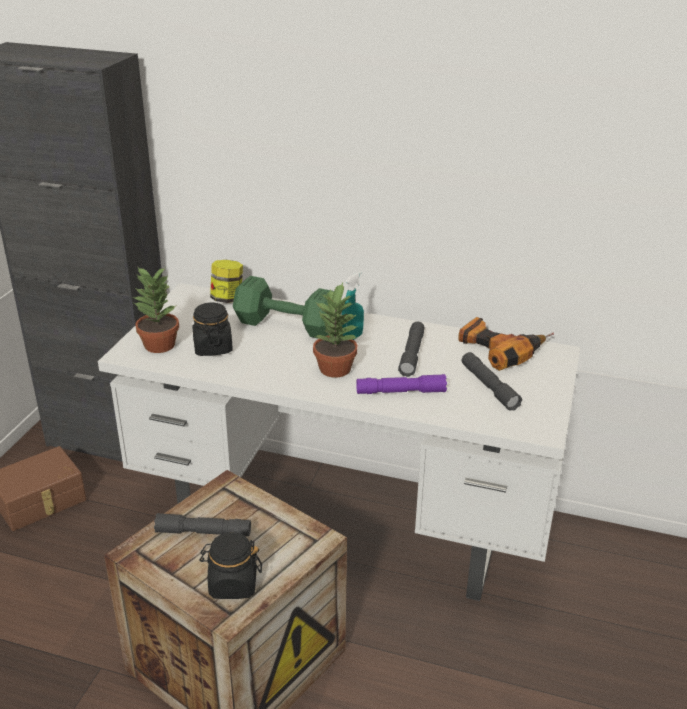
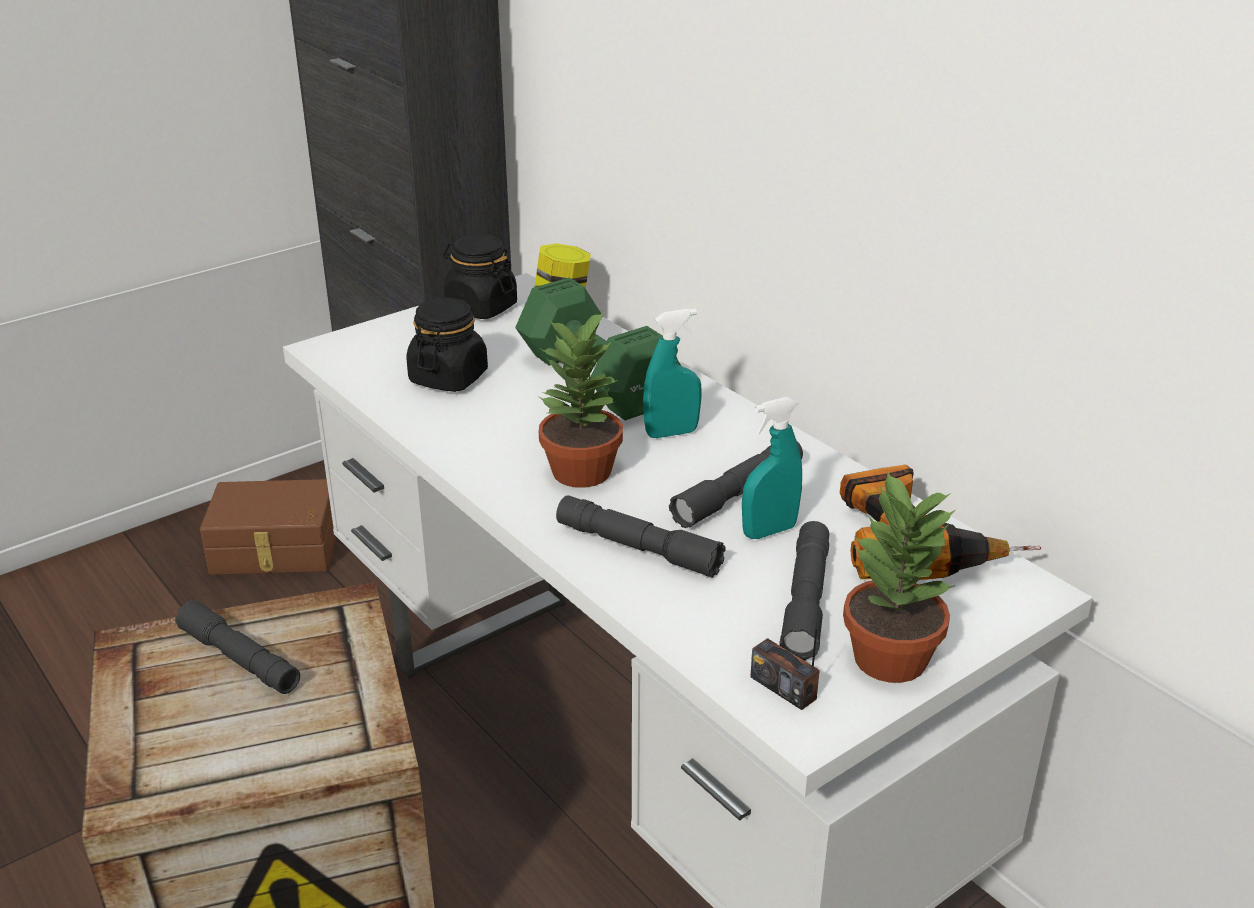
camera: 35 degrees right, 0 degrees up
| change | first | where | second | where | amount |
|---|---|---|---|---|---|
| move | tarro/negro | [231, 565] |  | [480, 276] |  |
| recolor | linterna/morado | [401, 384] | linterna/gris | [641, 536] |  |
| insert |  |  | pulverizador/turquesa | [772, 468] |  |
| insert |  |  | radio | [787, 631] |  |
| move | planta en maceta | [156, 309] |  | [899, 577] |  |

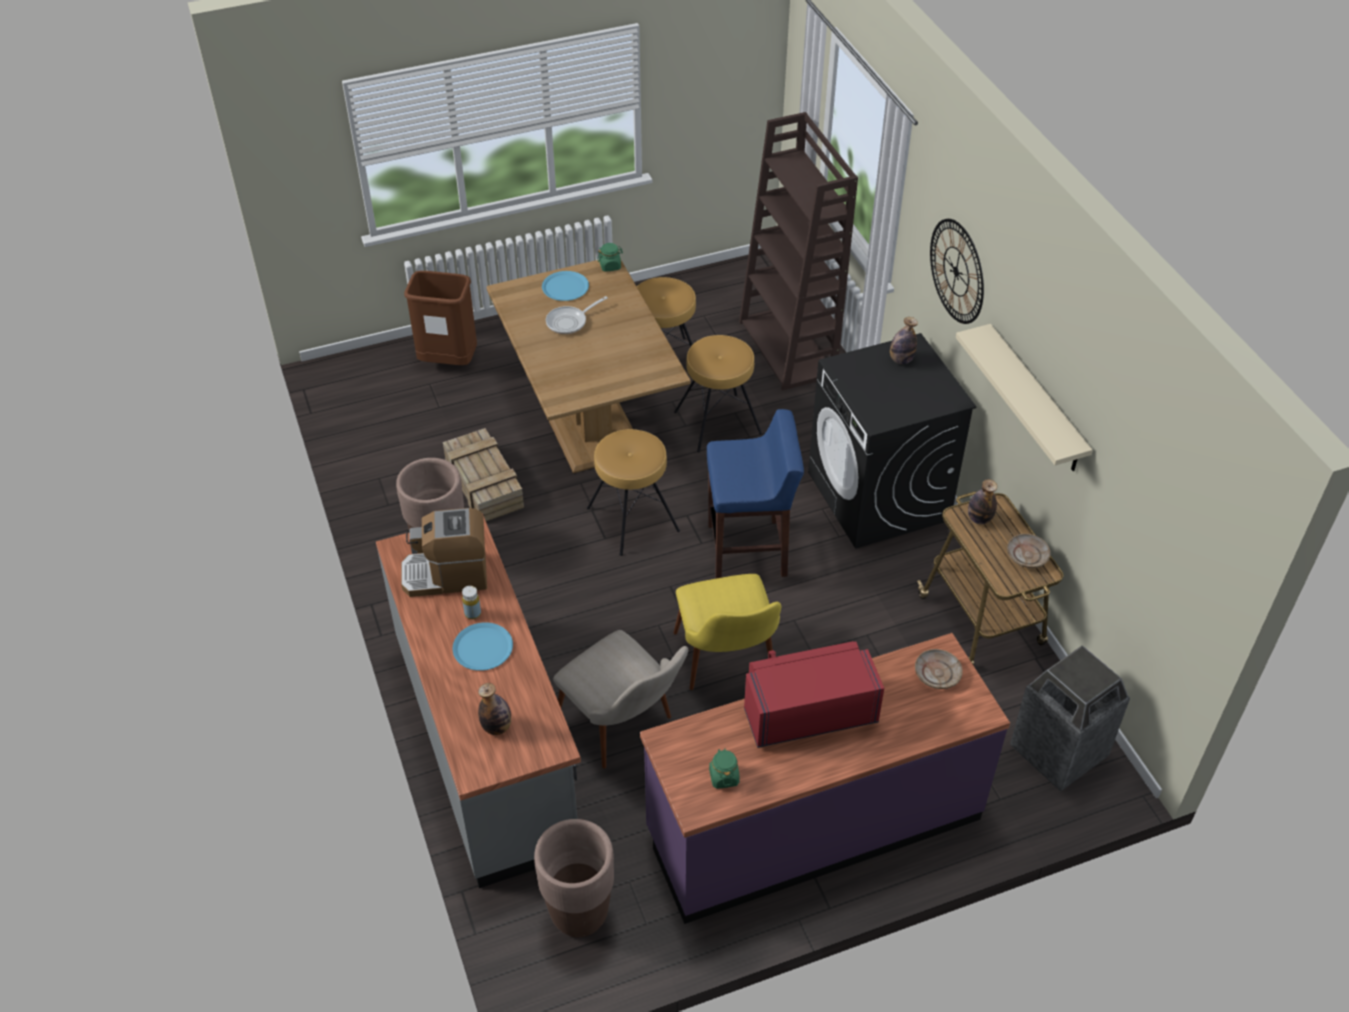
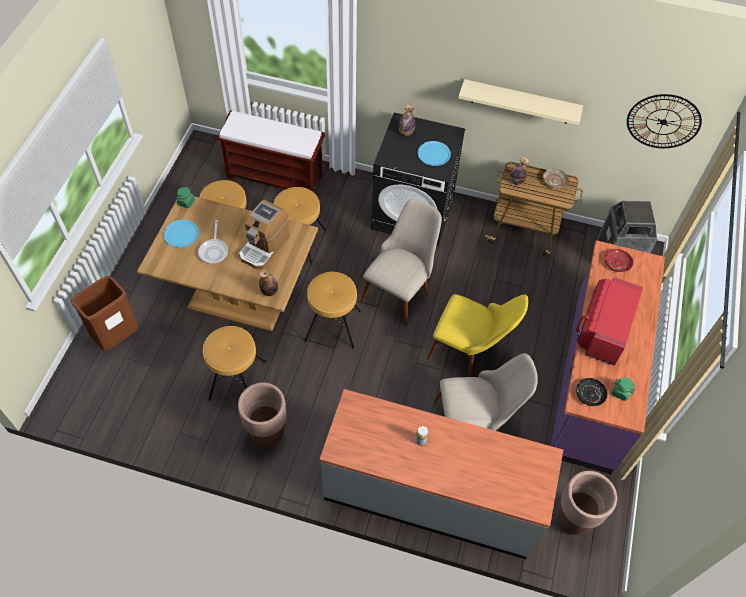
camera: 55 degrees left, 10 degrees up
| change | first | where | second | where | amount |
|---|---|---|---|---|---|
| replace | caja de embalaje | [483, 474] | taburete/marrón | [234, 363] |  |
| replace | estantería/marrón | [798, 251] | banco/marrón | [270, 151] |  |
| move | cafetera | [444, 552] |  | [264, 234] |  |
| move | botella | [494, 709] |  | [268, 282] |  |
| replace | taburete/azul | [755, 494] | silla/beis | [401, 262] |  |
| move | plato/azul | [483, 646] |  | [434, 153] |  |
| insert |  |  | plato/negro | [591, 392] |  |
| recolor | plato/beis | [939, 669] | plato/rojo | [619, 260] |  |
| move | reloj de pared | [957, 271] |  | [664, 121] |  |

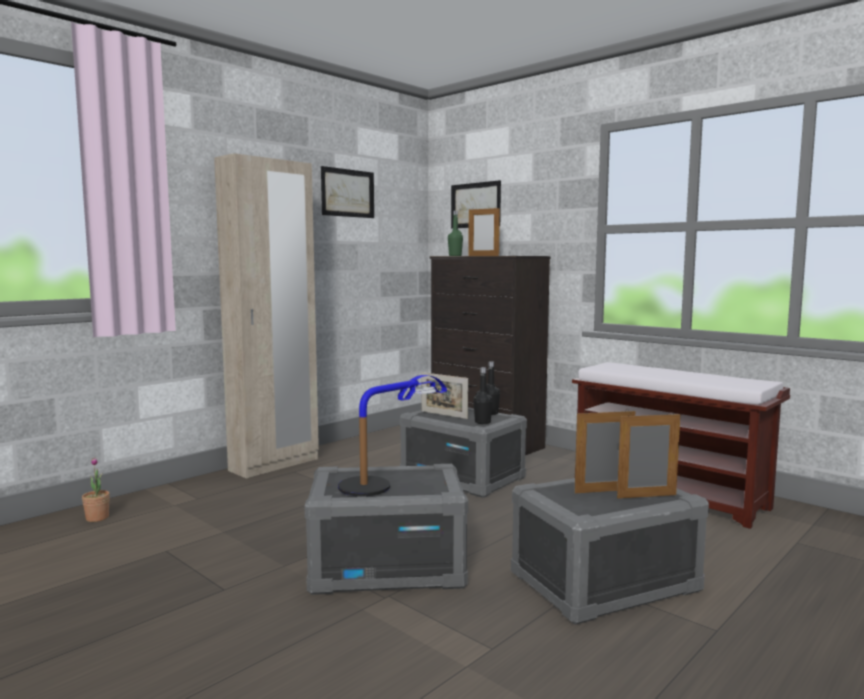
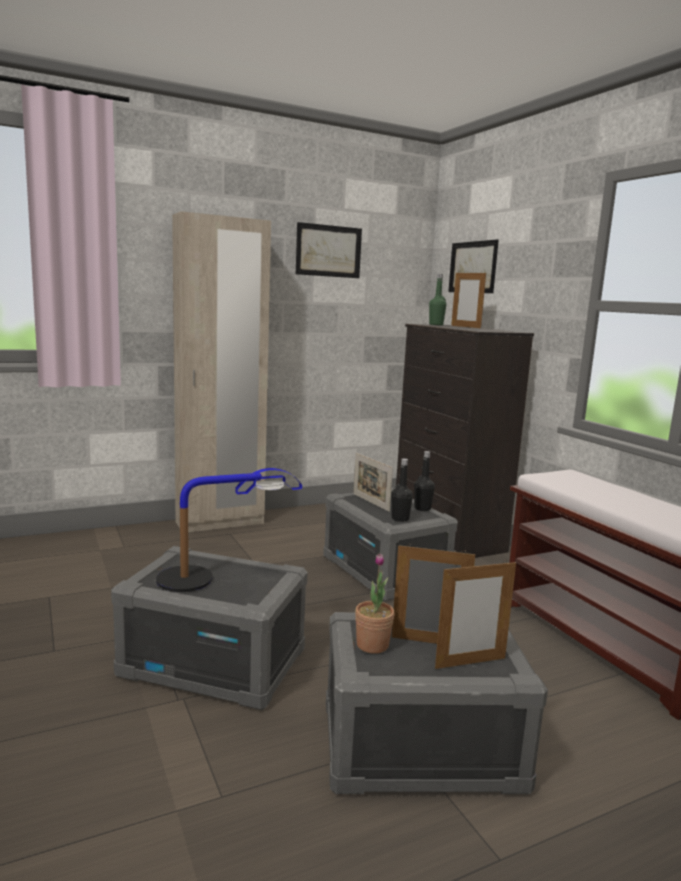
camera: 20 degrees right, 5 degrees up
| change | first | where | second | where | amount |
|---|---|---|---|---|---|
| move | planta en maceta | [96, 490] |  | [375, 603] |  |
| rotate | portarretratos | [648, 456] |  | [475, 614] | 150 degrees clockwise |

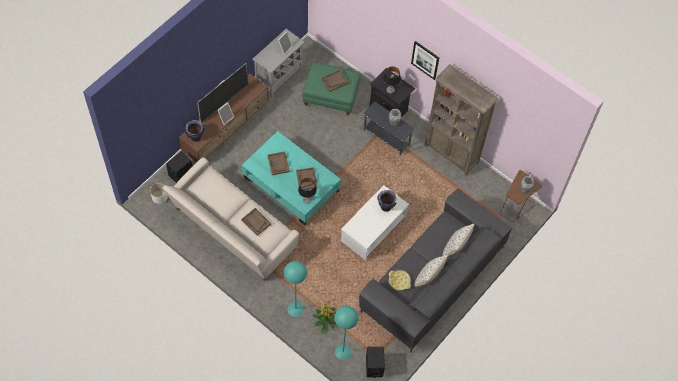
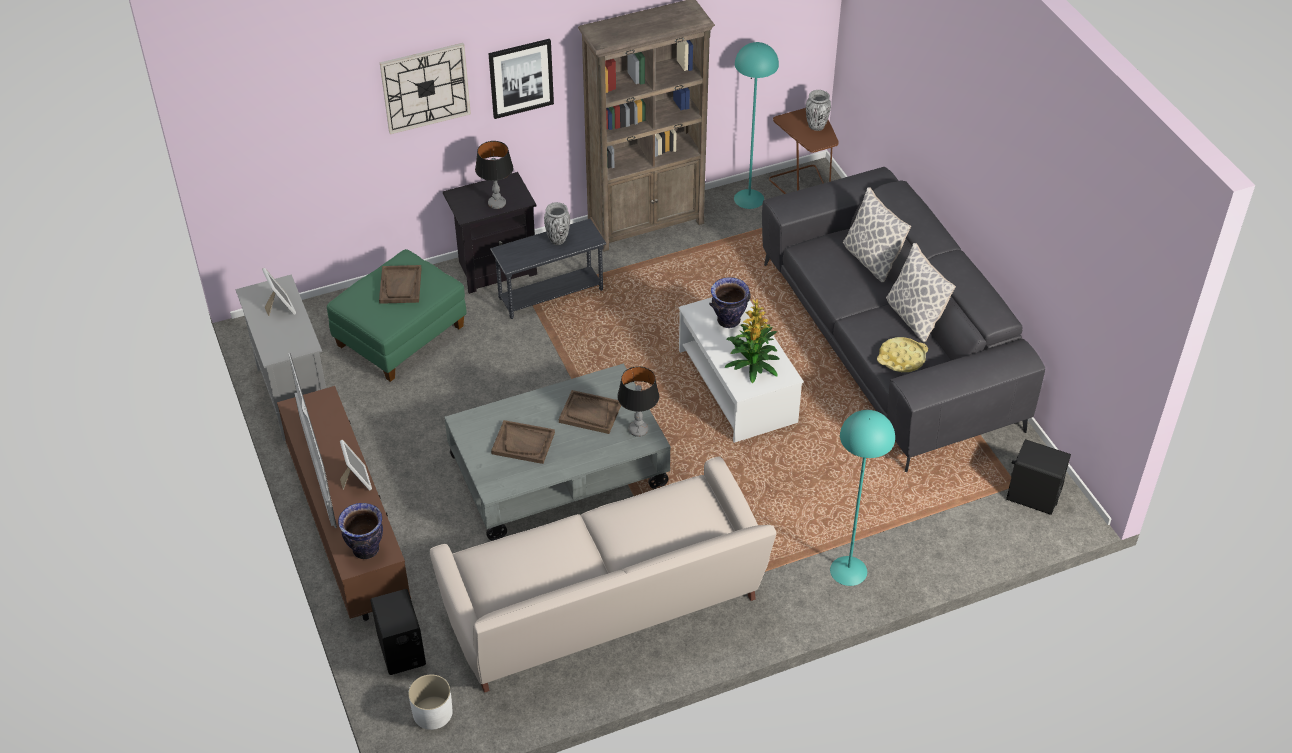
camera: 60 degrees left, 15 degrees down
| change | first | where | second | where | amount |
|---|---|---|---|---|---|
| insert |  |  | reloj de pared | [425, 88] |  |
| recolor | mesa de centro/turquesa | [291, 178] | mesa de centro/gris | [557, 452] |  |
| move | planta en maceta | [324, 318] |  | [752, 341] |  |
| move | lámpara de pie/turquesa | [346, 333] |  | [756, 125] |  |
| delete | bandeja/marrón | [256, 222] |  |  |  |

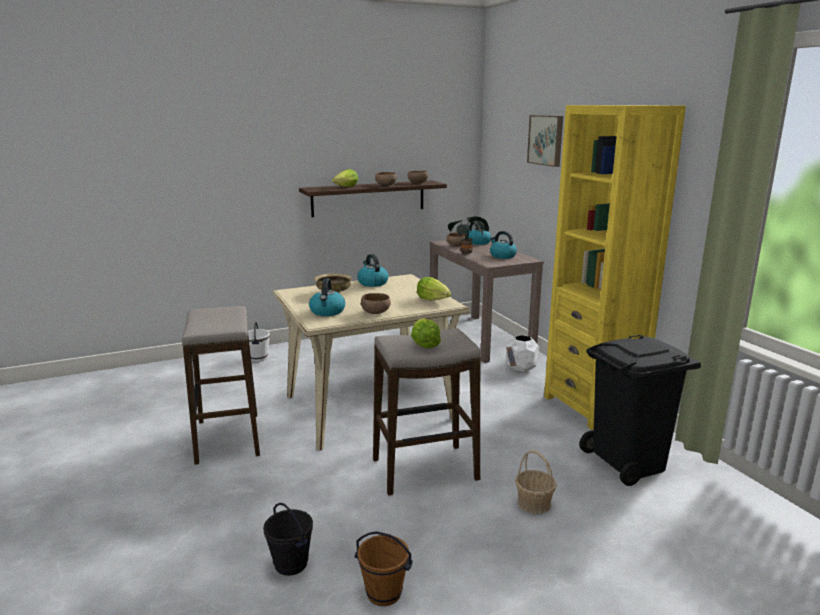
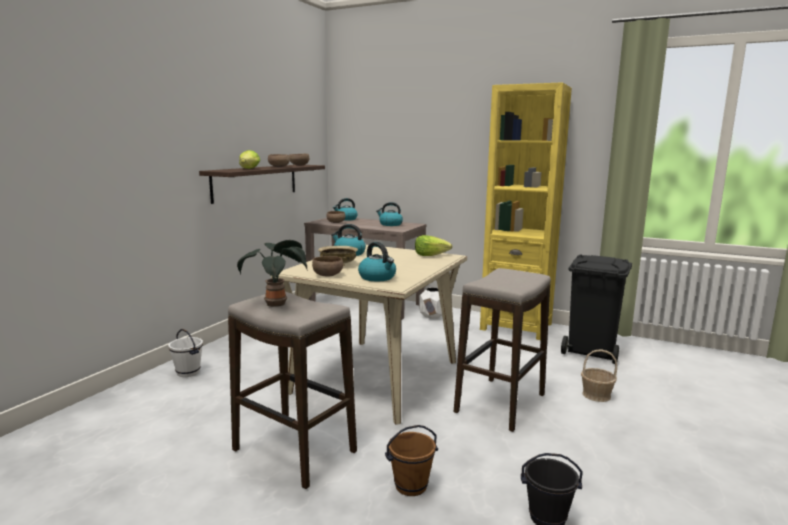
camera: 40 degrees left, 5 degrees down
| change | first | where | second | where | amount |
|---|---|---|---|---|---|
| move | planta en maceta | [468, 235] |  | [272, 273] |  |
| move | cuenco/marrón | [376, 303] |  | [327, 266] |  |
| move | cubo/marrón | [384, 568] |  | [411, 460] |  |
| delete | lechuga | [426, 333] |  |  |  |
| delete | cuadro | [545, 141] |  |  |  |

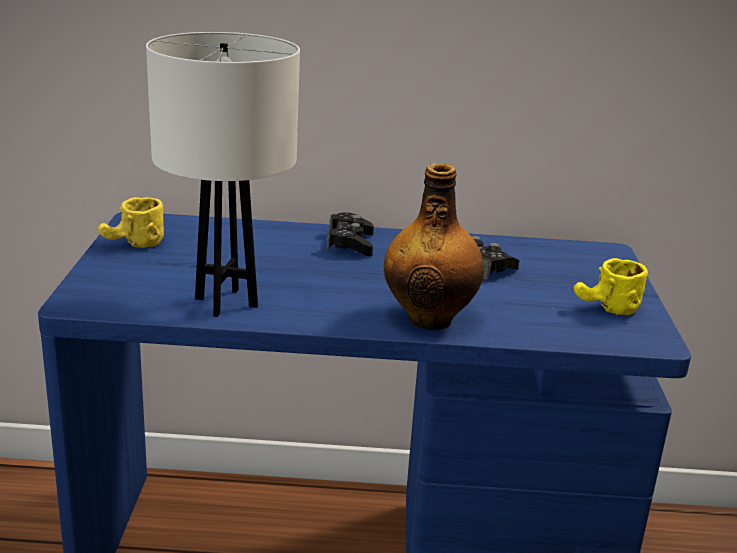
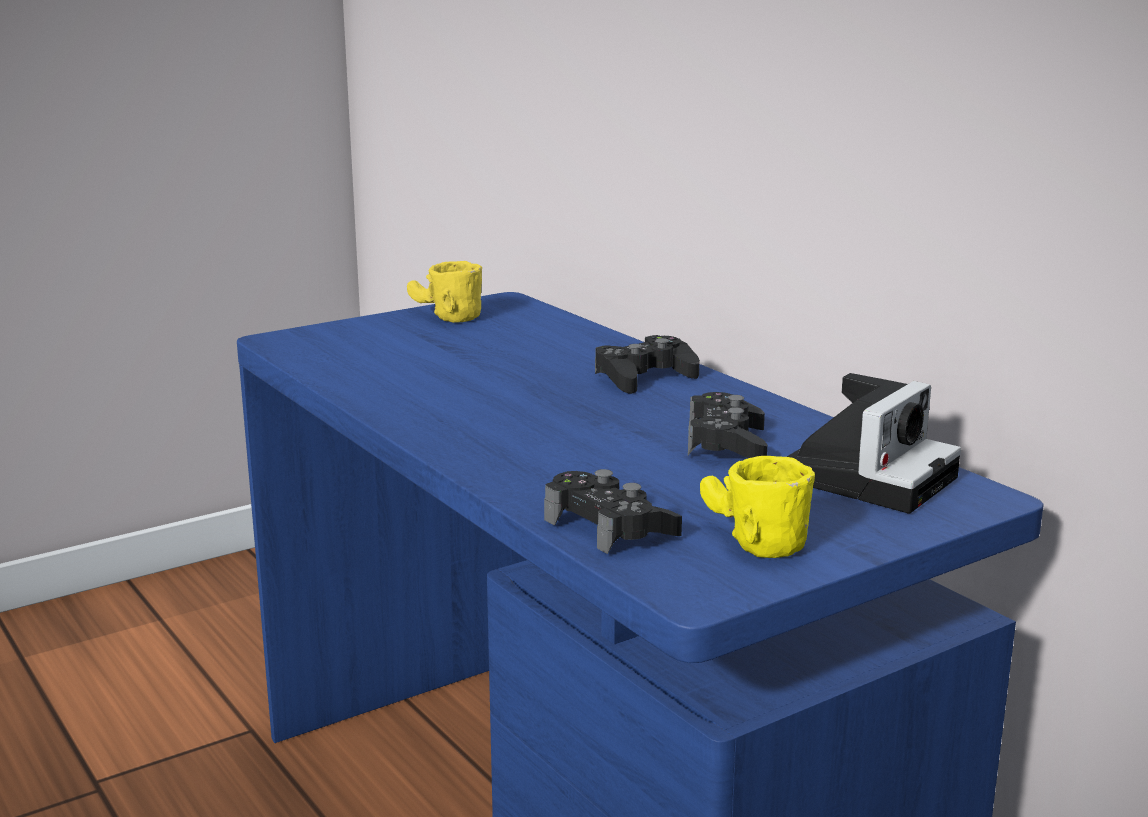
camera: 55 degrees right, 5 degrees down
| change | first | where | second | where | amount |
|---|---|---|---|---|---|
| insert |  |  | mando de consola/negro | [613, 511] |  |
| insert |  |  | cámara | [874, 443] |  |
| delete | lámpara de mesa/blanco | [223, 174] |  |  |  |
| delete | botella | [434, 246] |  |  |  |

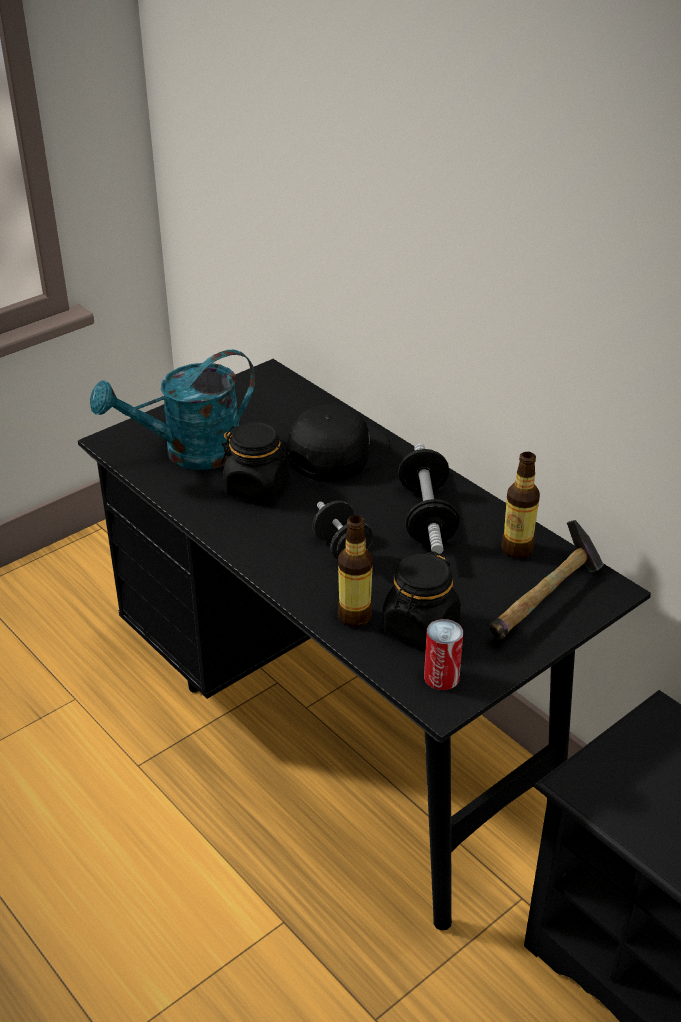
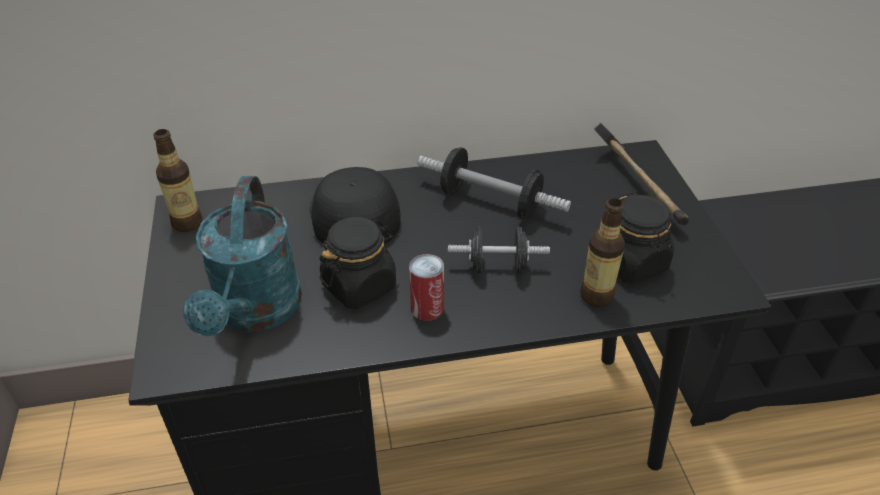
camera: 60 degrees left, 5 degrees up
| change | first | where | second | where | amount |
|---|---|---|---|---|---|
| move | botella | [520, 505] |  | [177, 180] |  |
| move | lata | [443, 654] |  | [426, 287] |  |

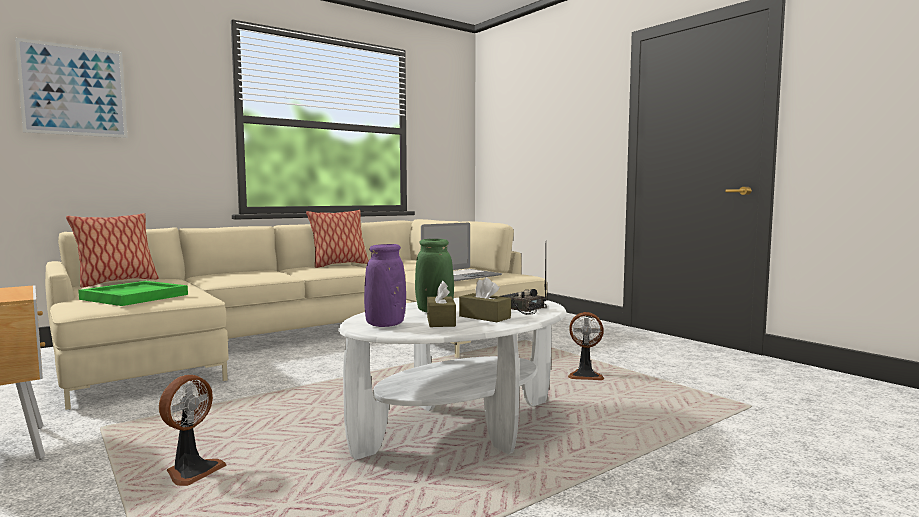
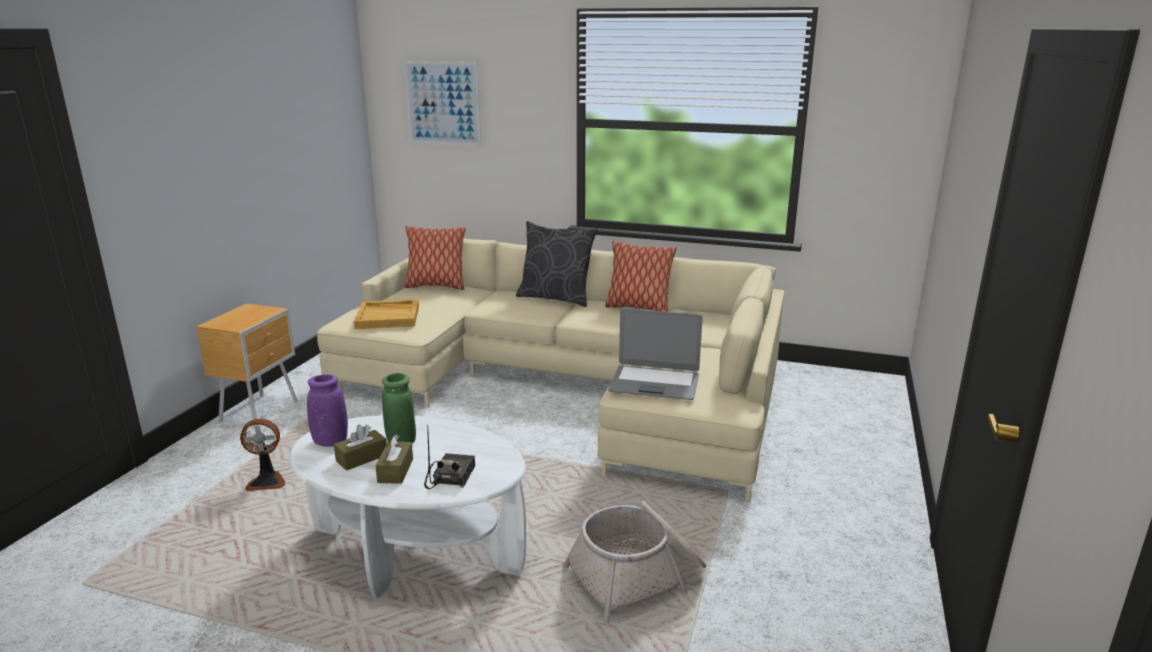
camera: 55 degrees right, 15 degrees up
| change | first | where | second | where | amount |
|---|---|---|---|---|---|
| recolor | bandeja/verde | [133, 293] | bandeja/beis | [386, 314] |  |
| insert |  |  | cojín/gris | [557, 264] |  |
| replace | ventilador | [586, 346] | cesta | [634, 562] |  |

